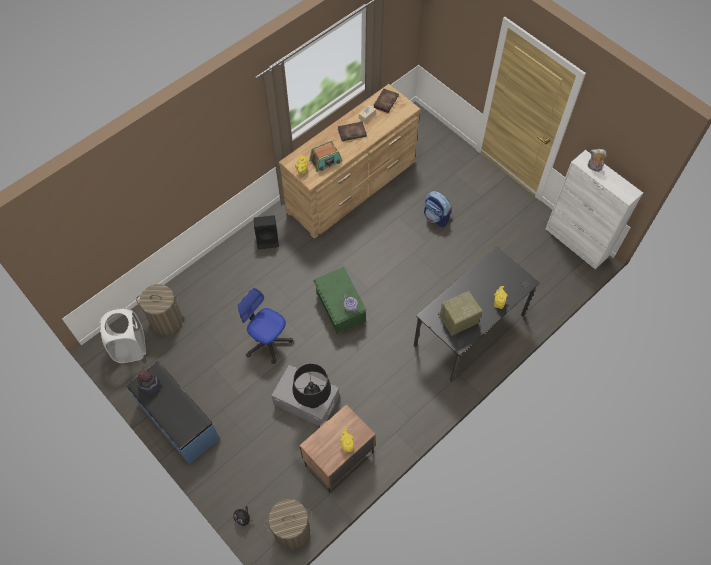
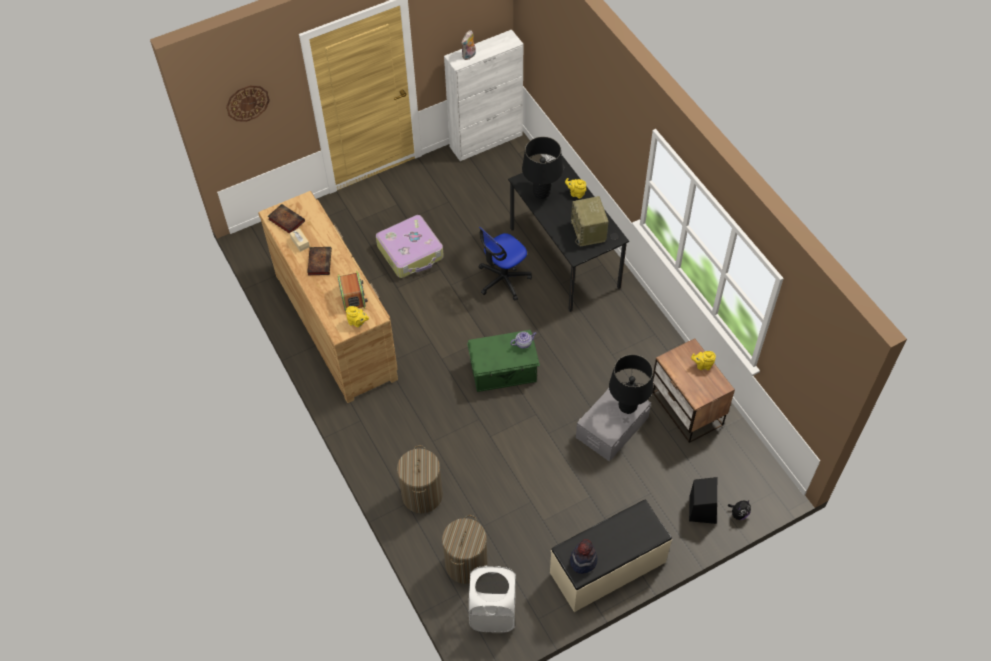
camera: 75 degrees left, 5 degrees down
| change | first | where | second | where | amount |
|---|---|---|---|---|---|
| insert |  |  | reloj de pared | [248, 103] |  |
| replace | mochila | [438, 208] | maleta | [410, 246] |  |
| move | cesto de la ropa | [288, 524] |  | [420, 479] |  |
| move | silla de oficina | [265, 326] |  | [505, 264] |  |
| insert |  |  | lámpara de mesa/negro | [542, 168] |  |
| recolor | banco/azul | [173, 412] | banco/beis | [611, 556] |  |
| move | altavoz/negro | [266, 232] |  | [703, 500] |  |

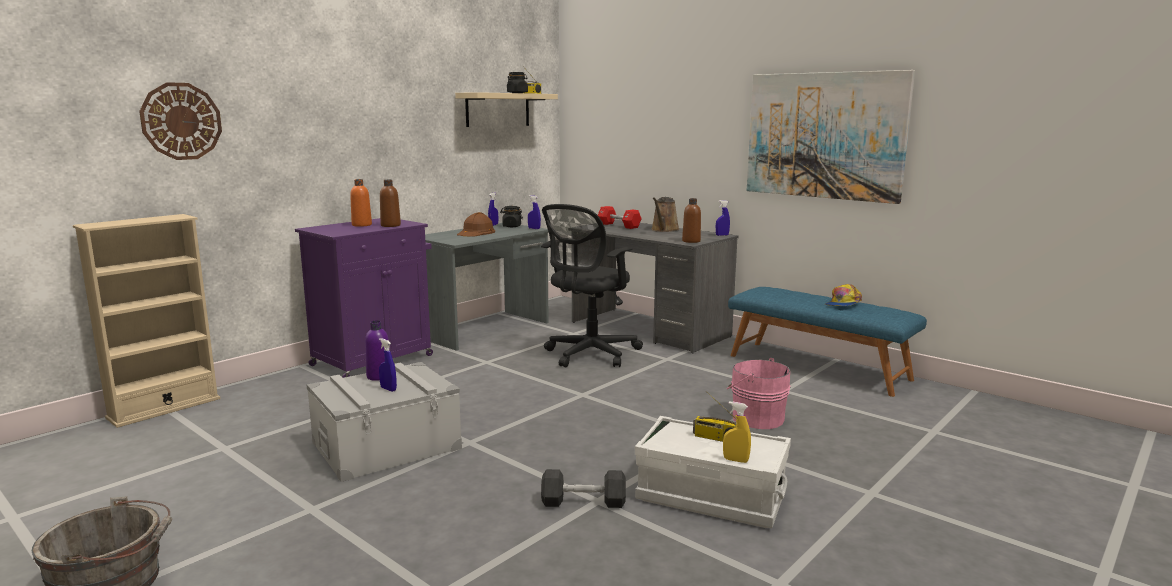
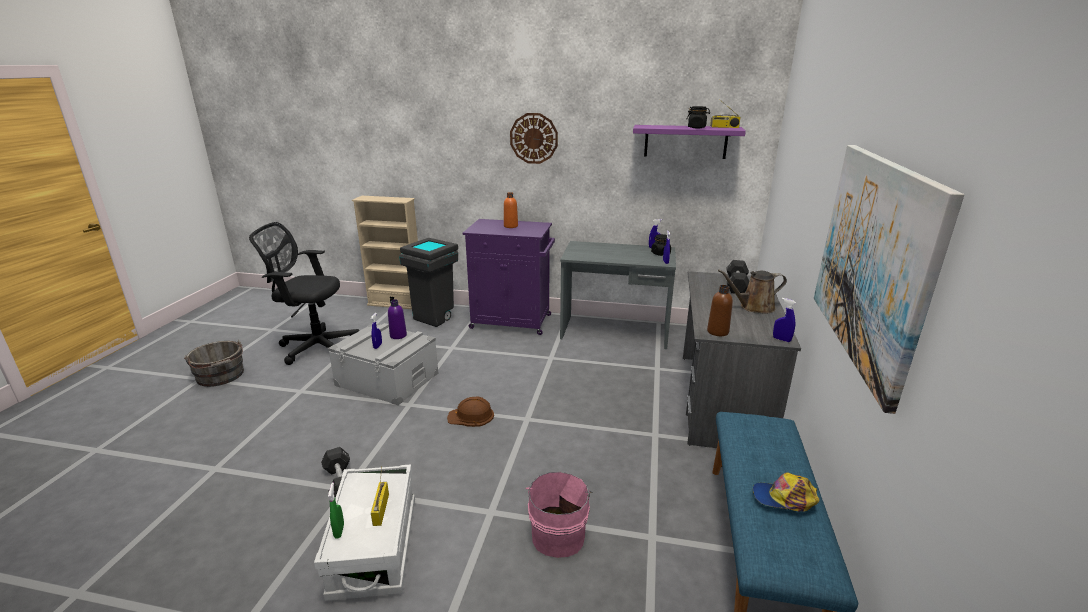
camera: 60 degrees right, 10 degrees up
| change | first | where | second | where | amount |
|---|---|---|---|---|---|
| move | silla de oficina/negro | [592, 285] |  | [304, 293] |  |
| recolor | pulverizador/amarillo | [737, 432] | pulverizador/verde | [336, 510] |  |
| insert |  |  | papelera/gris | [428, 282] |  |
| move | casco/marrón | [476, 224] |  | [470, 412] |  |
| move | reloj de pared | [180, 121] |  | [534, 138] |  |
| recolor | estante/beis | [506, 109] | estante/morado | [689, 142] |  |
| recolor | mancuerna/rojo | [620, 217] | mancuerna/negro | [737, 277] |  |
| delete | botella/marrón | [390, 203] |  |  |  |

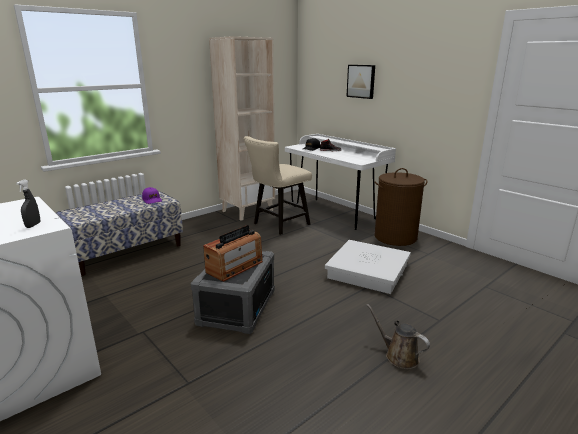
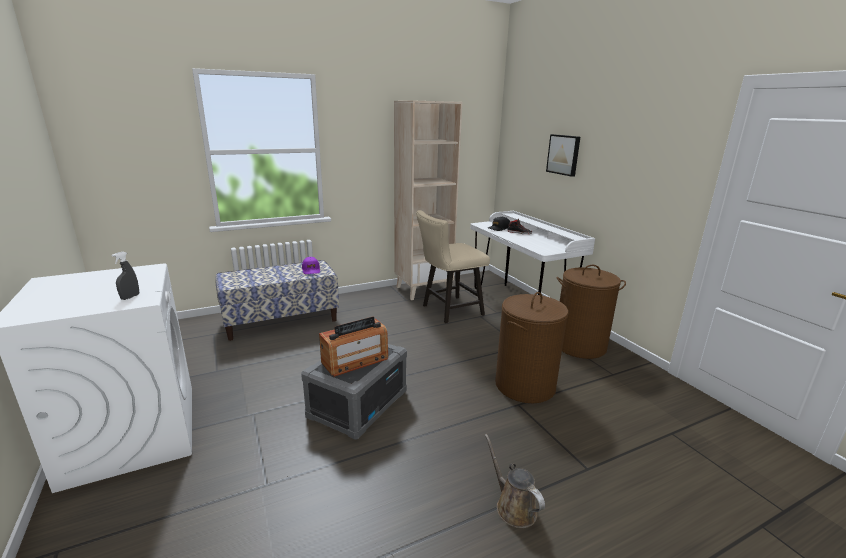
camera: 15 degrees right, 0 degrees up
| change | first | where | second | where | amount |
|---|---|---|---|---|---|
| replace | caja de almacenaje/blanco | [368, 267] | cesto de la ropa/marrón | [532, 347] |  |

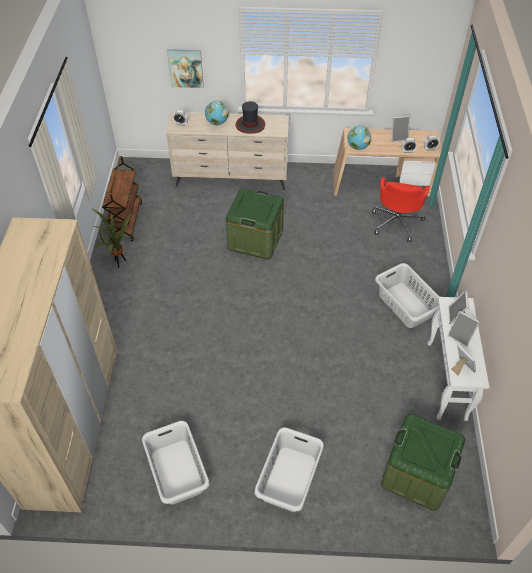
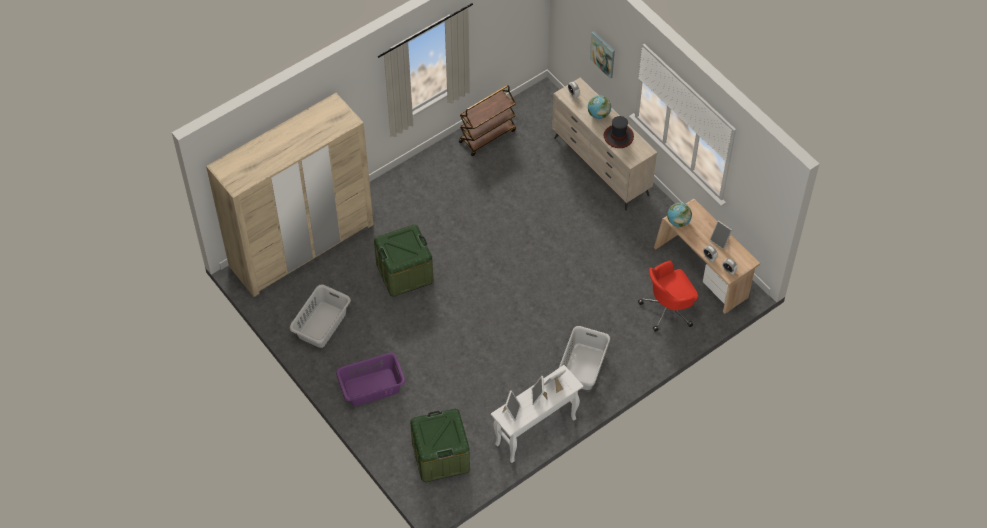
camera: 50 degrees right, 5 degrees up
| change | first | where | second | where | amount |
|---|---|---|---|---|---|
| recolor | cesto de la ropa/gris | [289, 469] | cesto de la ropa/morado | [370, 379] |  |
| move | caja de almacenaje/verde | [255, 224] |  | [403, 260] |  |
| delete | planta en maceta | [111, 238] |  |  |  |

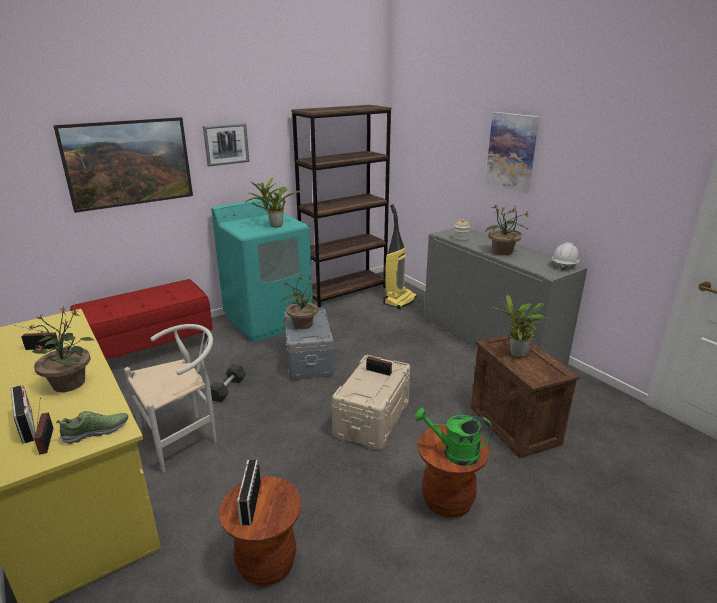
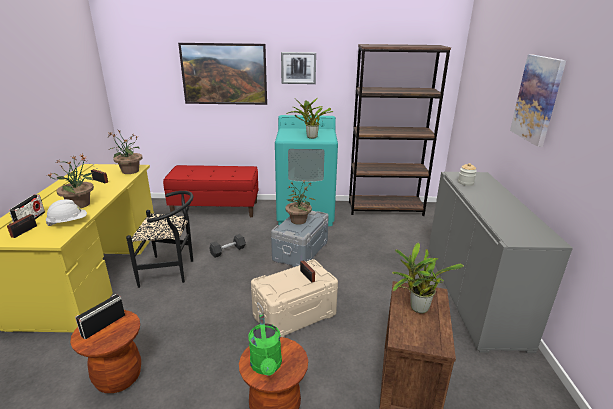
camera: 35 degrees right, 0 degrees up
| change | first | where | second | where | amount |
|---|---|---|---|---|---|
| move | casco/blanco | [566, 256] |  | [66, 212] |  |
| move | planta en maceta | [507, 229] |  | [125, 152] |  |
| recolor | silla/blanco | [170, 398] | silla/negro | [159, 239] |  |
| rotate | regadera/verde | [453, 437] |  | [265, 345] | 150 degrees counterclockwise |
| delete | zapato | [92, 427] |  |  |  |
| delete | aspiradora | [400, 256] |  |  |  |

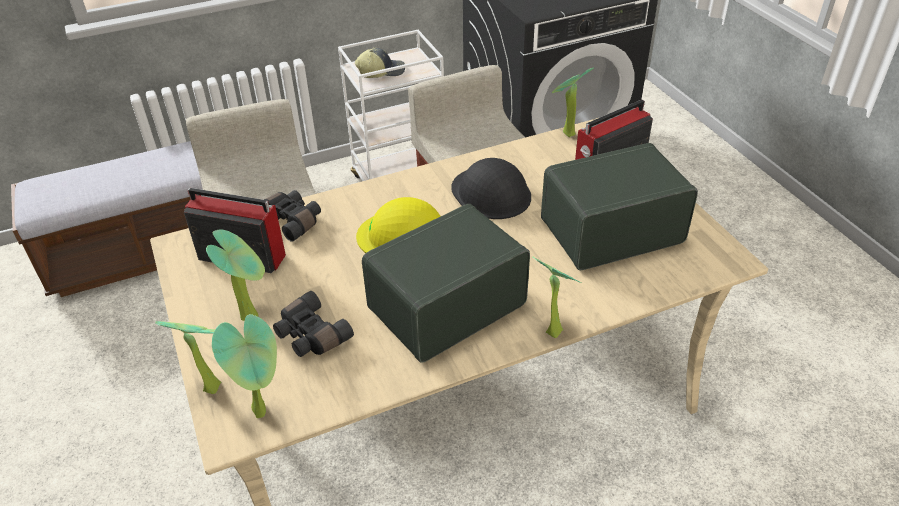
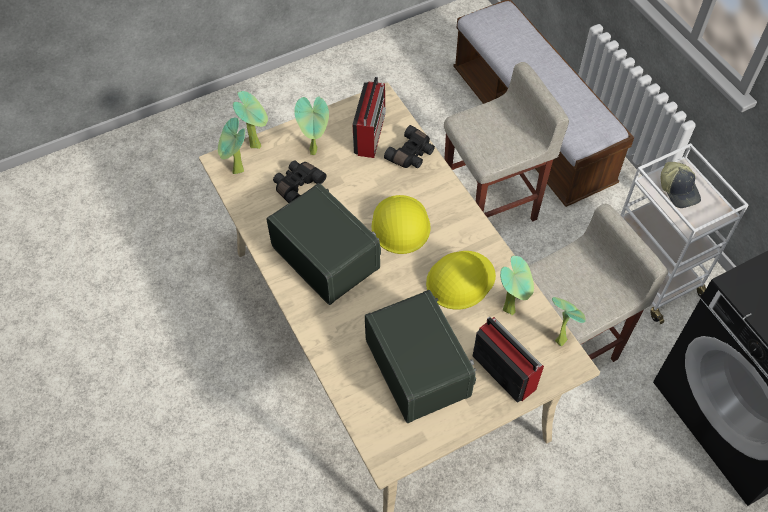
camera: 85 degrees right, 15 degrees up
| change | first | where | second | where | amount |
|---|---|---|---|---|---|
| recolor | casco/negro | [491, 188] | casco/amarillo | [461, 280] |  |
| move | planta en maceta | [556, 297] |  | [517, 285] |  |

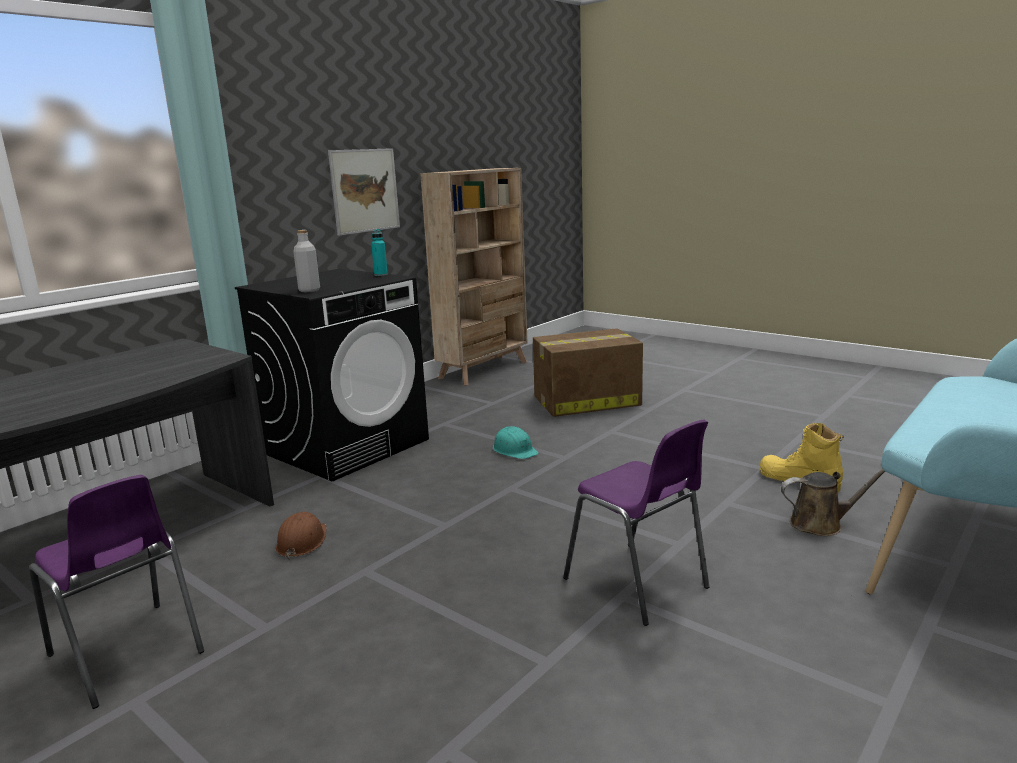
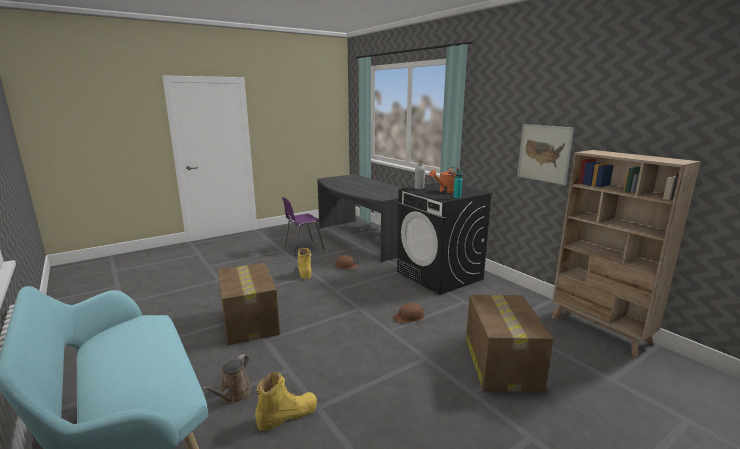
camera: 105 degrees right, 0 degrees up
| change | first | where | second | where | amount |
|---|---|---|---|---|---|
| replace | silla/morado | [636, 523] | caja de cartón | [249, 304] |  |
| insert |  |  | bota/amarillo | [305, 263] |  |
| recolor | casco/turquesa | [516, 442] | casco/marrón | [408, 312] |  |
| insert |  |  | regadera/naranja | [444, 180] |  |

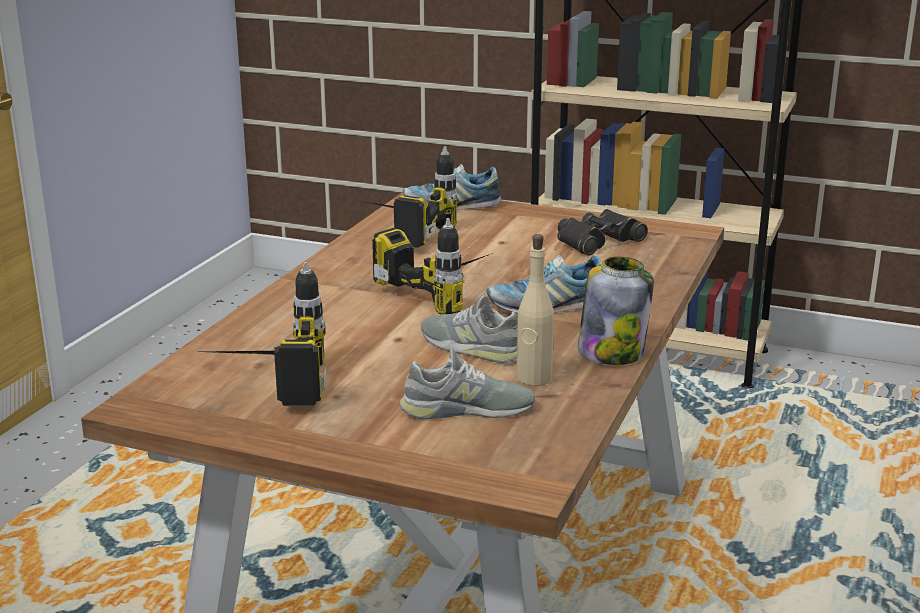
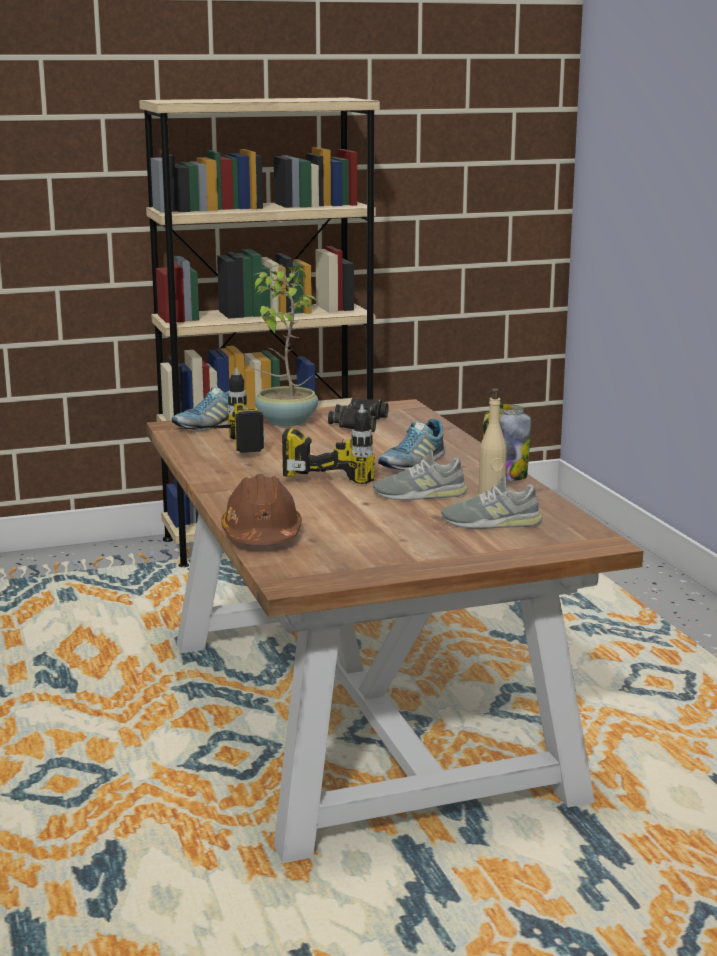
camera: 40 degrees left, 5 degrees down
| change | first | where | second | where | amount |
|---|---|---|---|---|---|
| insert |  |  | casco/marrón | [261, 509] |  |
| insert |  |  | planta en maceta | [285, 345] |  |
| rotate | zapato/gris | [467, 383] |  | [492, 502] | 135 degrees counterclockwise |
| delete | taladro | [266, 334] |  |  |  |

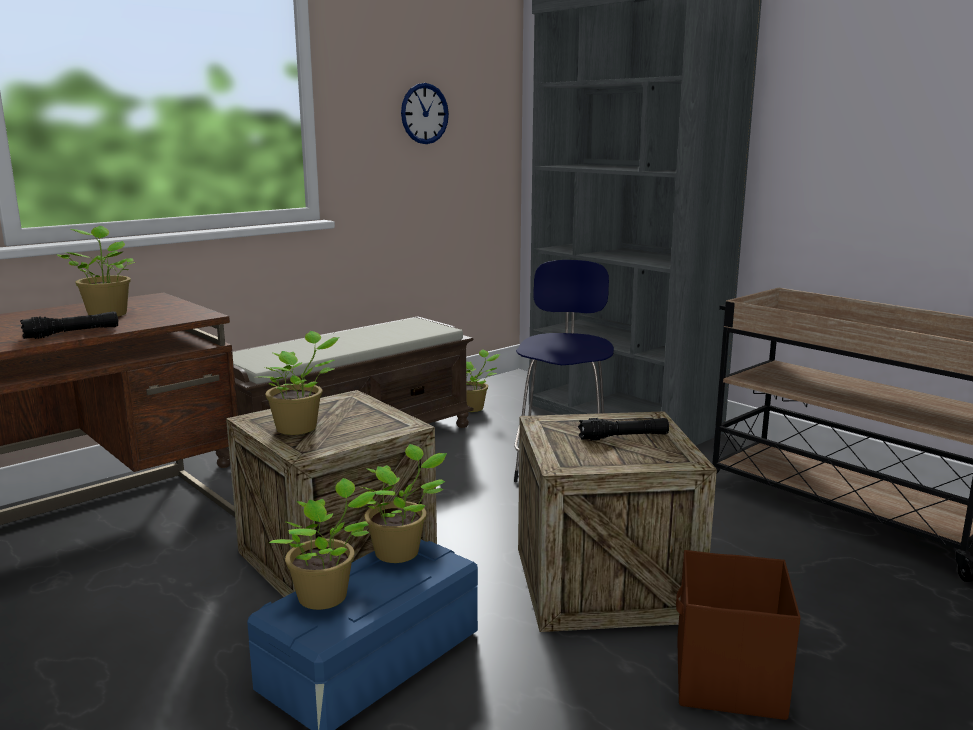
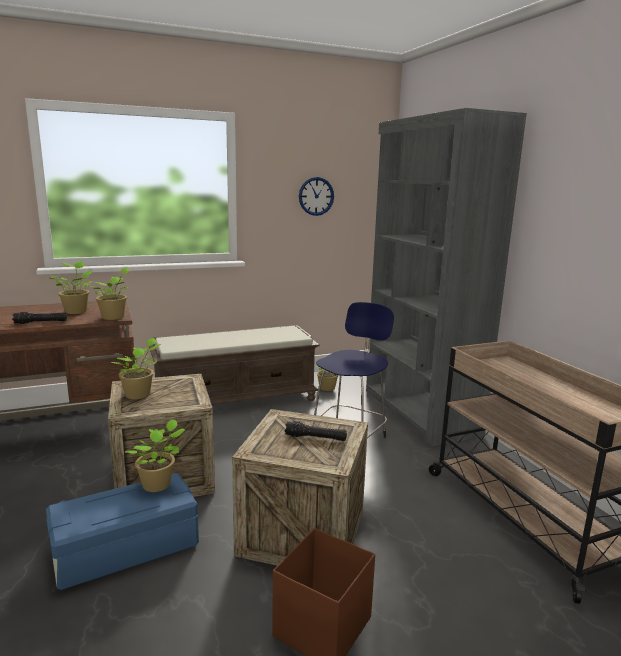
camera: 20 degrees right, 0 degrees up
| change | first | where | second | where | amount |
|---|---|---|---|---|---|
| move | planta en maceta | [323, 544] |  | [110, 293] |  |

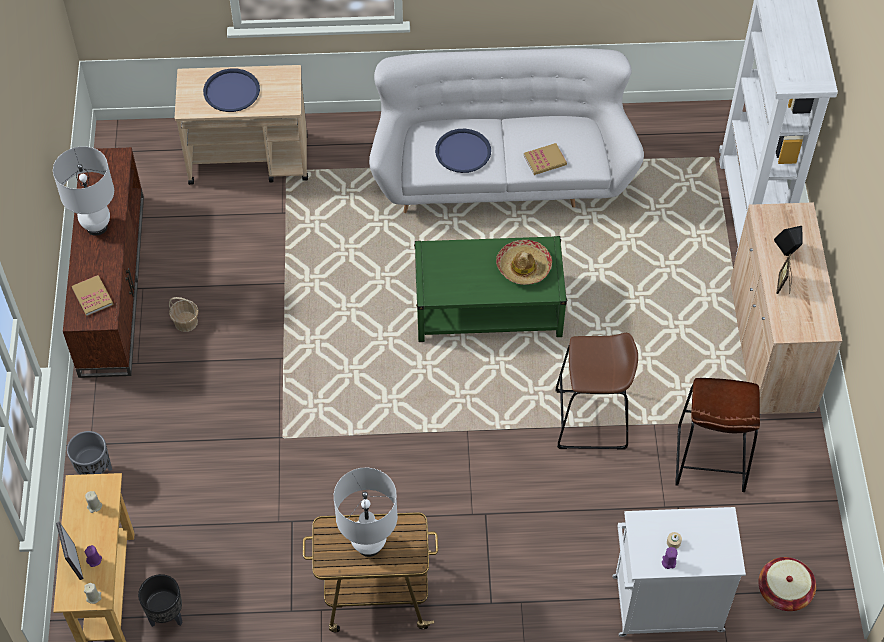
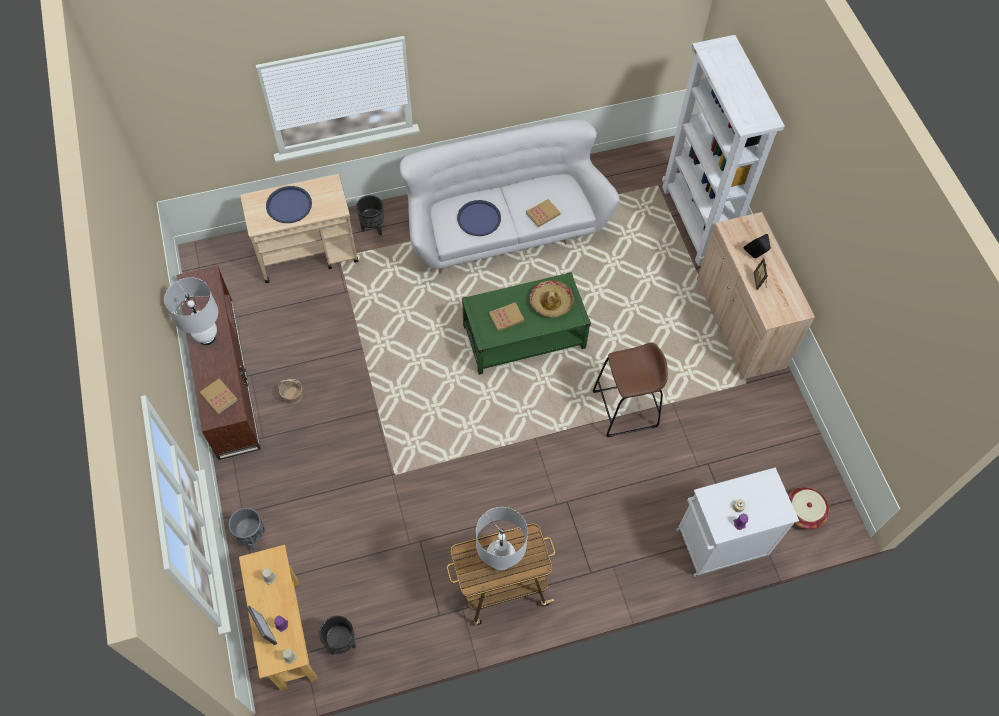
camera: 15 degrees left, 5 degrees up
| change | first | where | second | where | amount |
|---|---|---|---|---|---|
| insert |  |  | maceta/negro | [370, 215] |  |
| insert |  |  | libro | [507, 316] |  |
| delete | taburete/marrón | [717, 435] |  |  |  |

